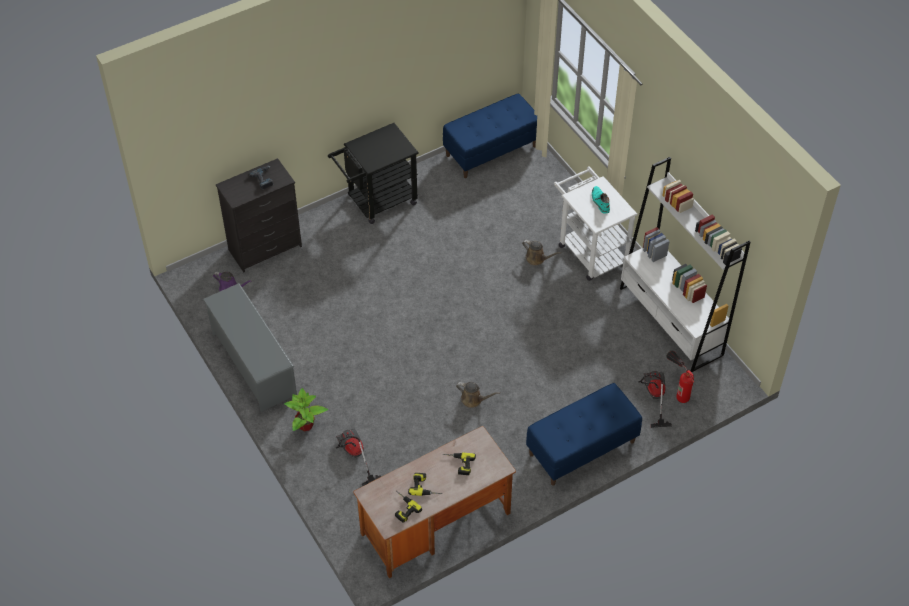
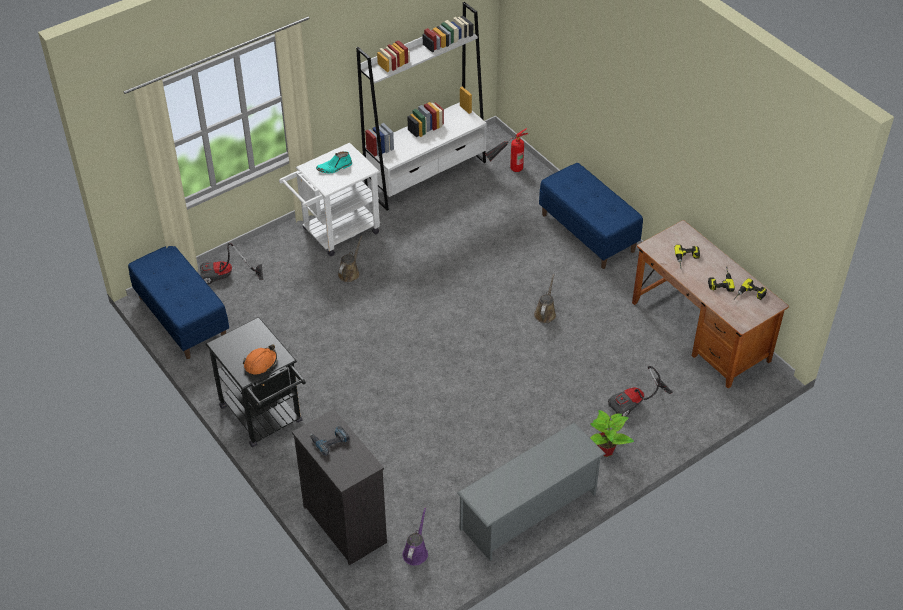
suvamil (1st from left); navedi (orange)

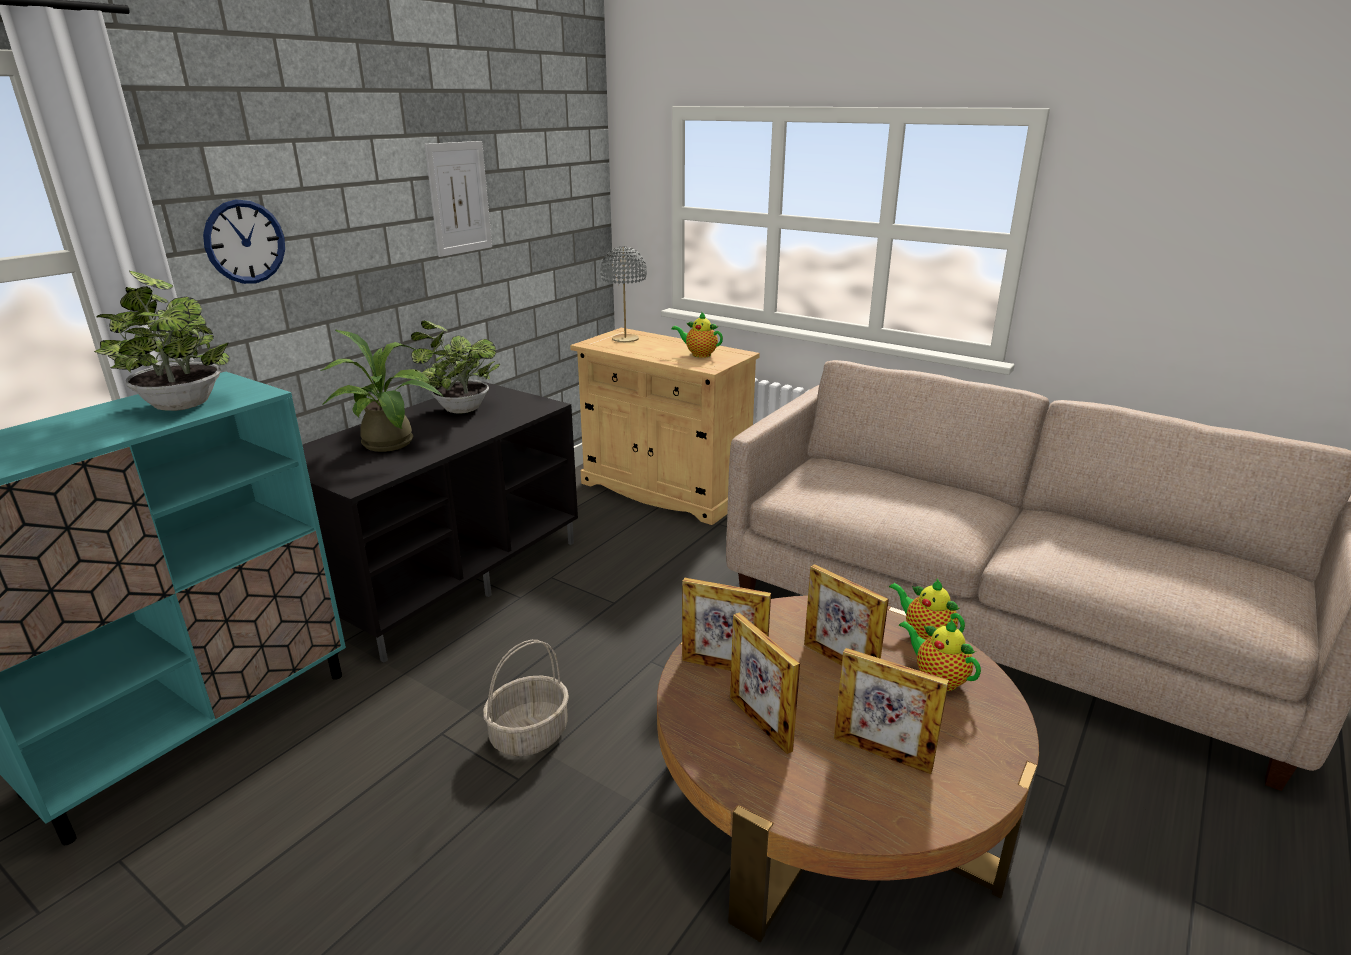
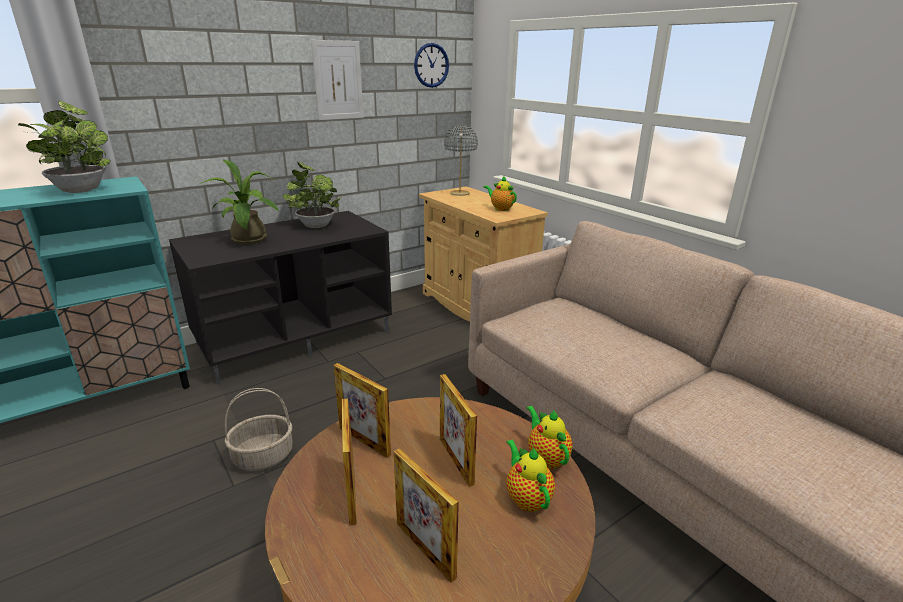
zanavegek

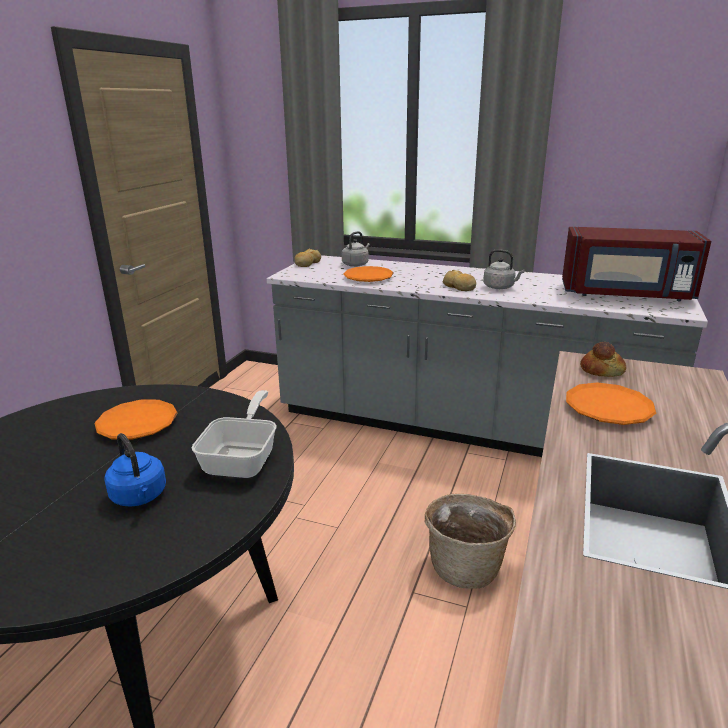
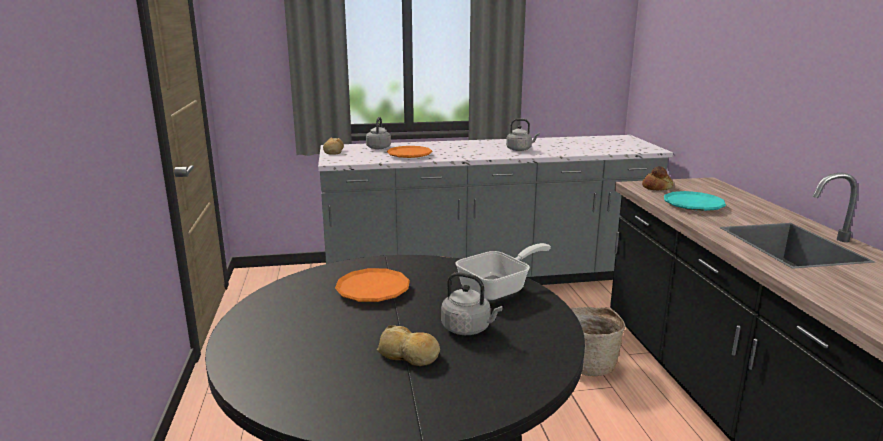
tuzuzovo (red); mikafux (2nd from left); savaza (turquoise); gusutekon; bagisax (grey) (2nd from left)

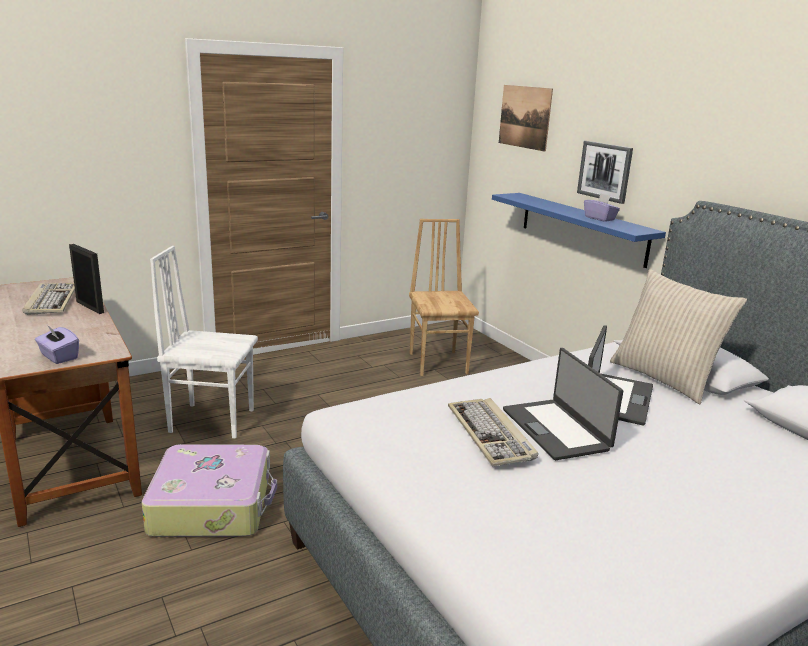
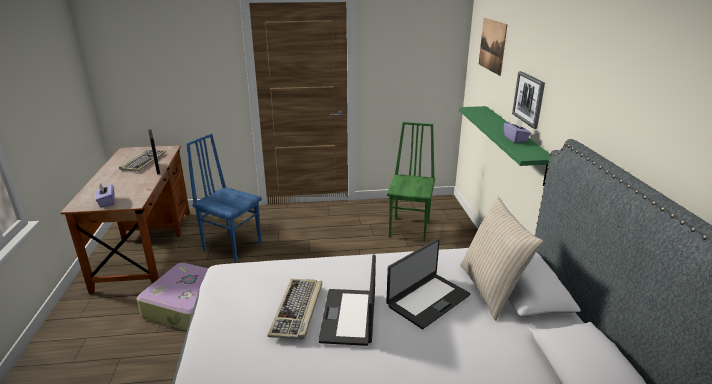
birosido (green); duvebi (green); duvebi (blue)

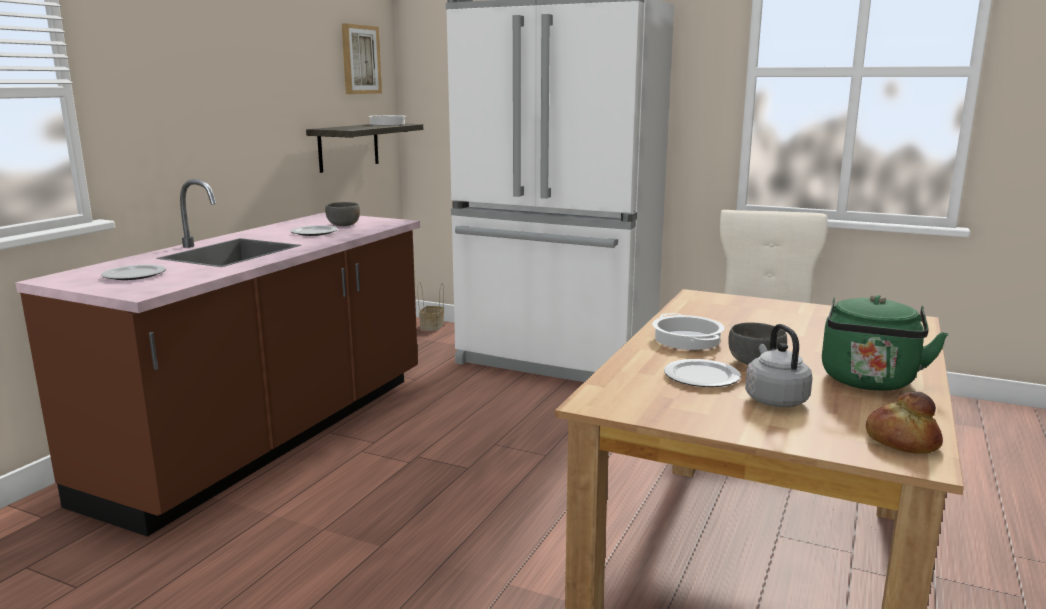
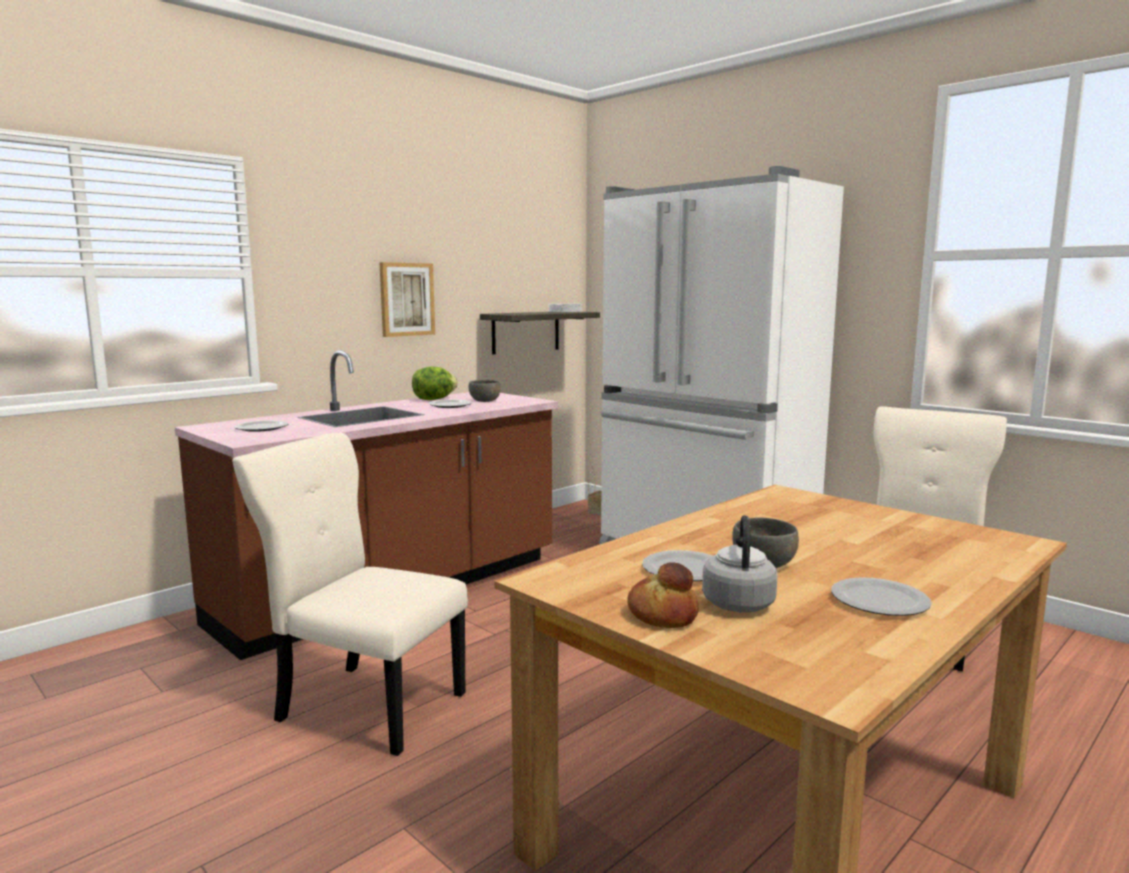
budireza; savaza (4th from left); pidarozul (2nd from left in the first image); mikafux; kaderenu; duvebi (beige) (1st from left)

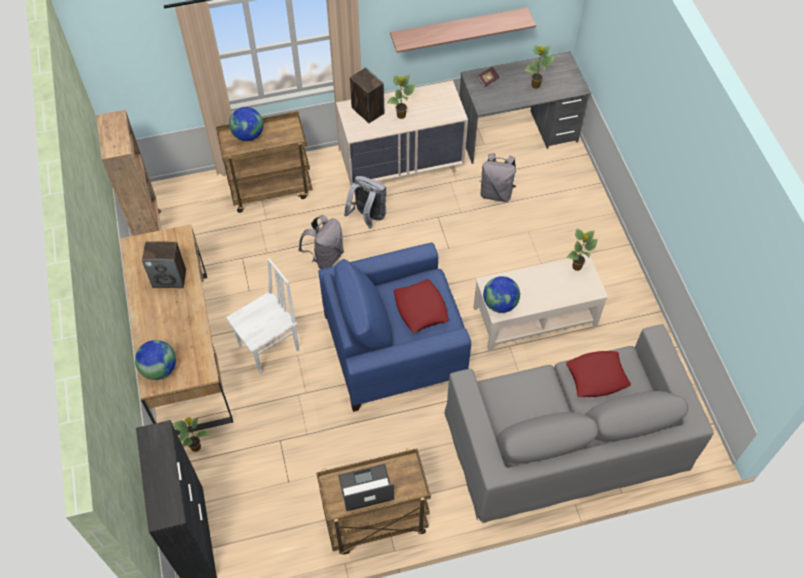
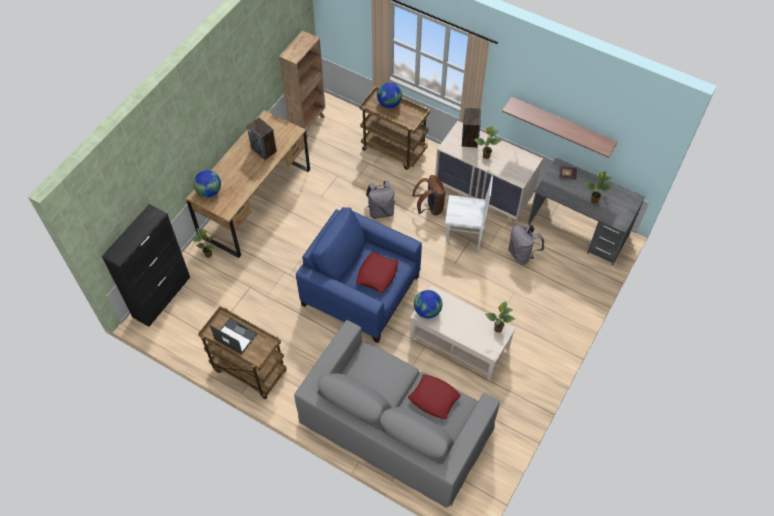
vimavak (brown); duvebi (white)

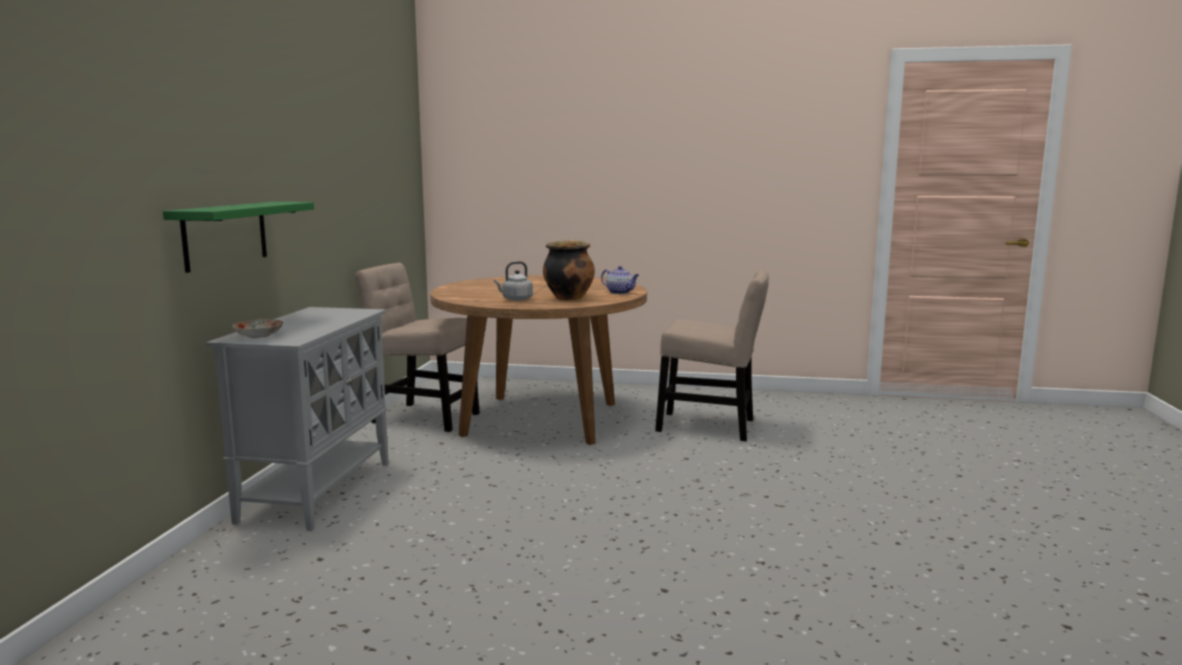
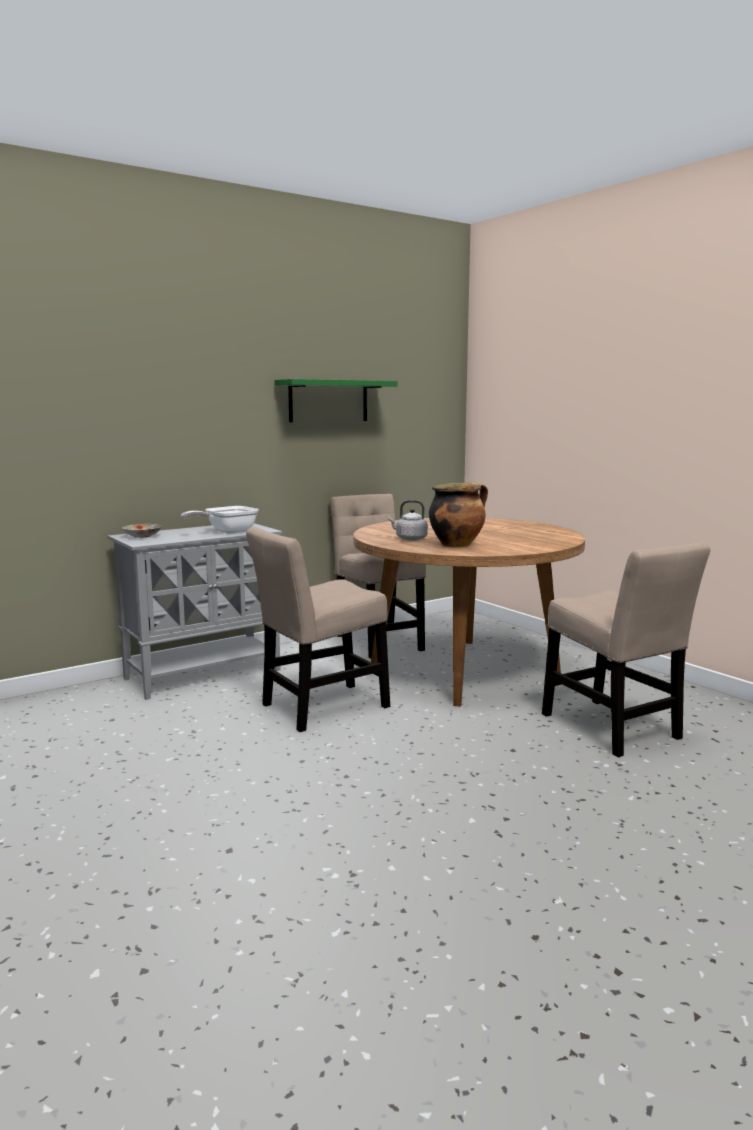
birosido (green); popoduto; gusutekon; duvebi (beige) (1st from left)

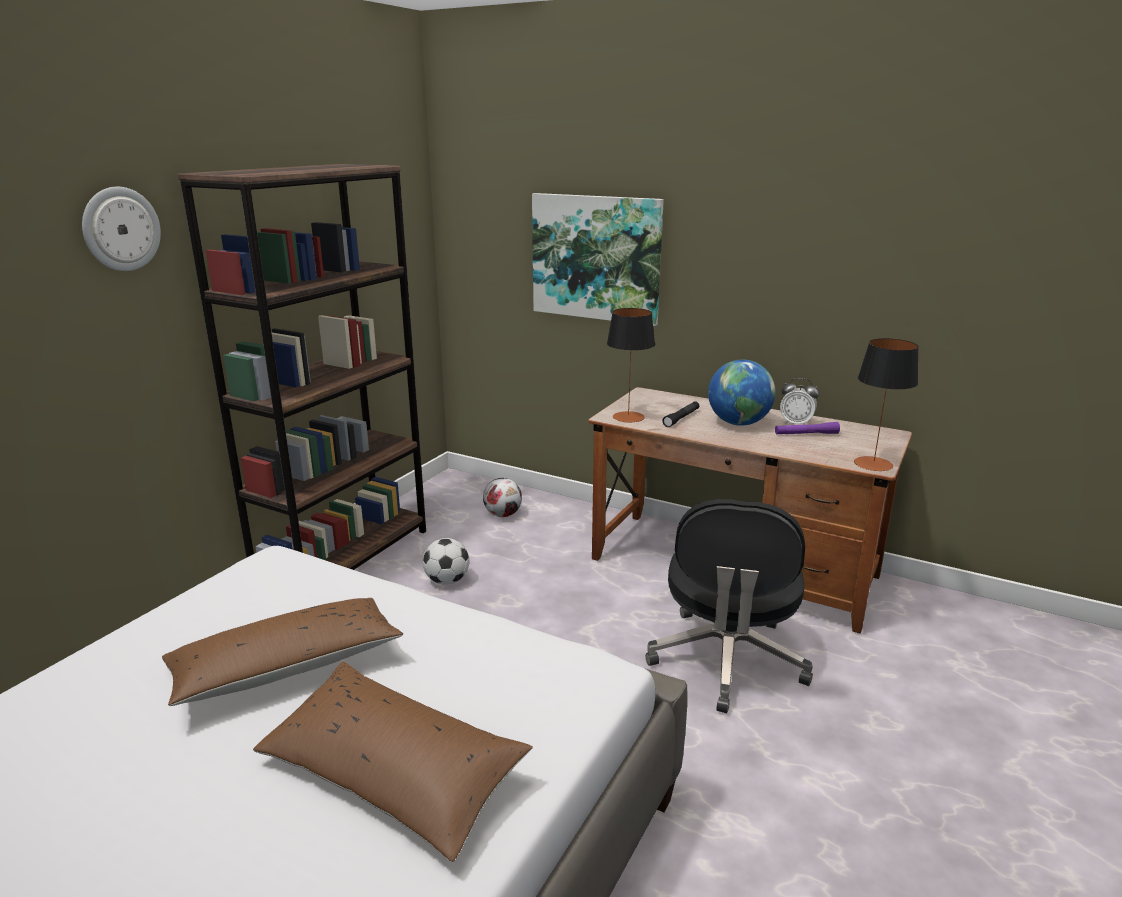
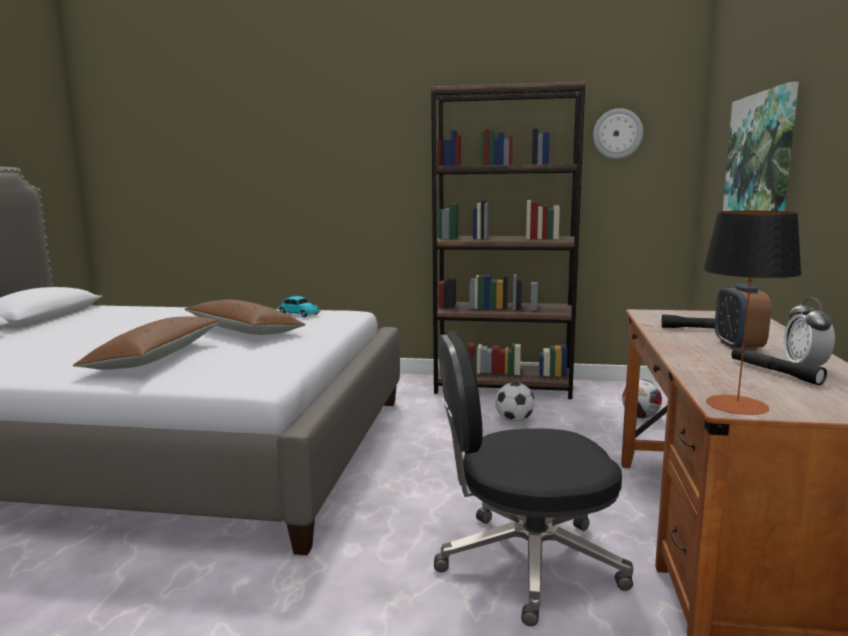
zanavegek; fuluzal (1st from left in the first image); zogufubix (1st from left); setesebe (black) (2nd from left); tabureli

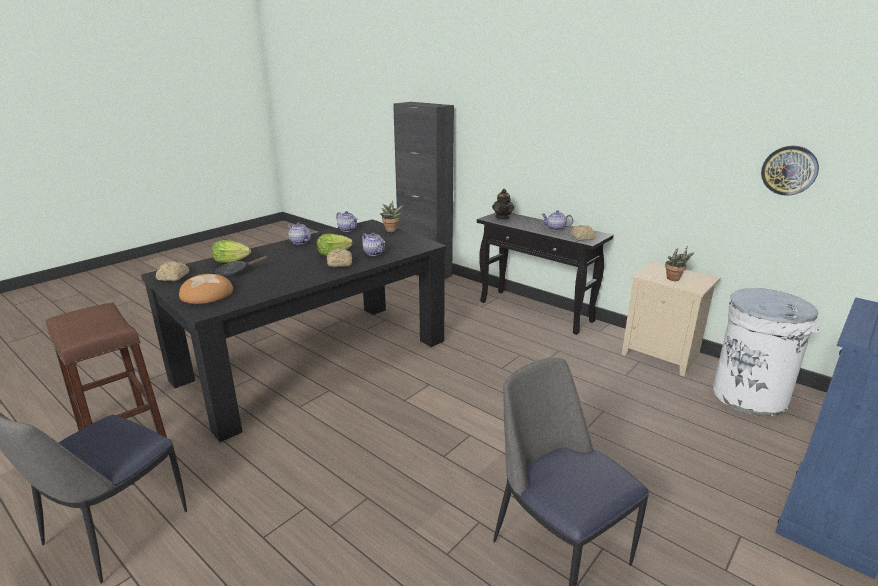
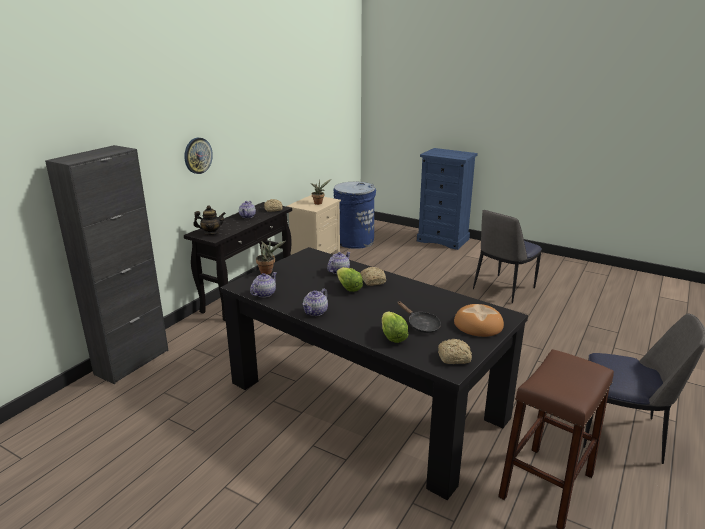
zanavegek; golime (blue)

